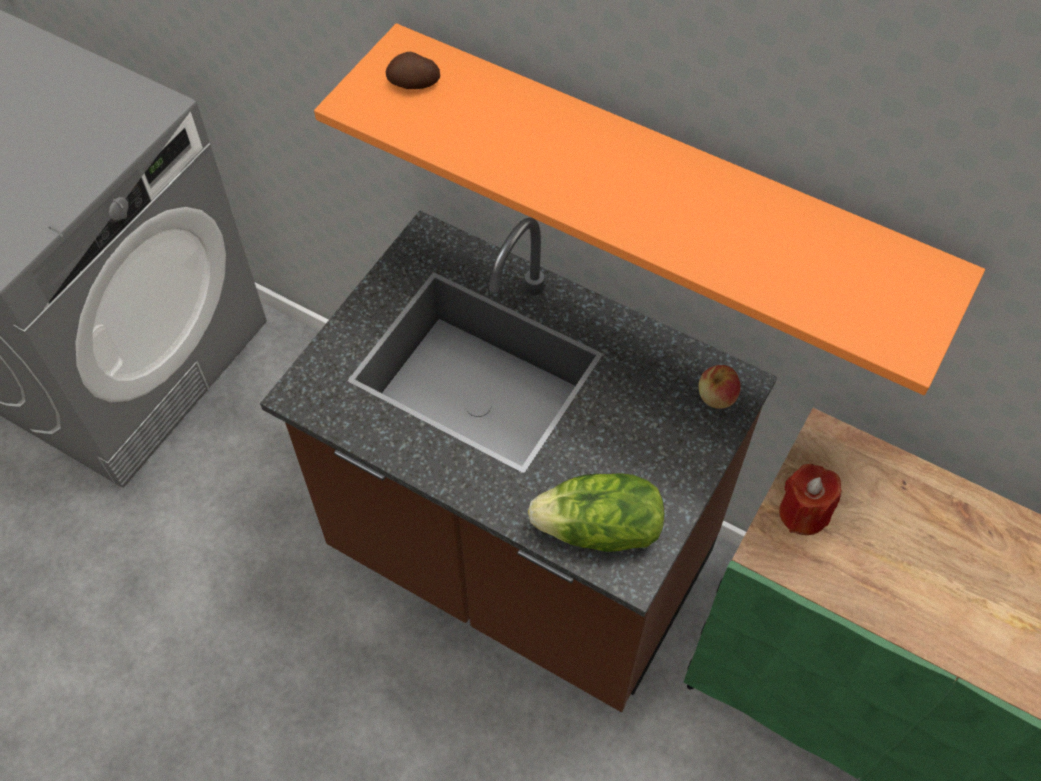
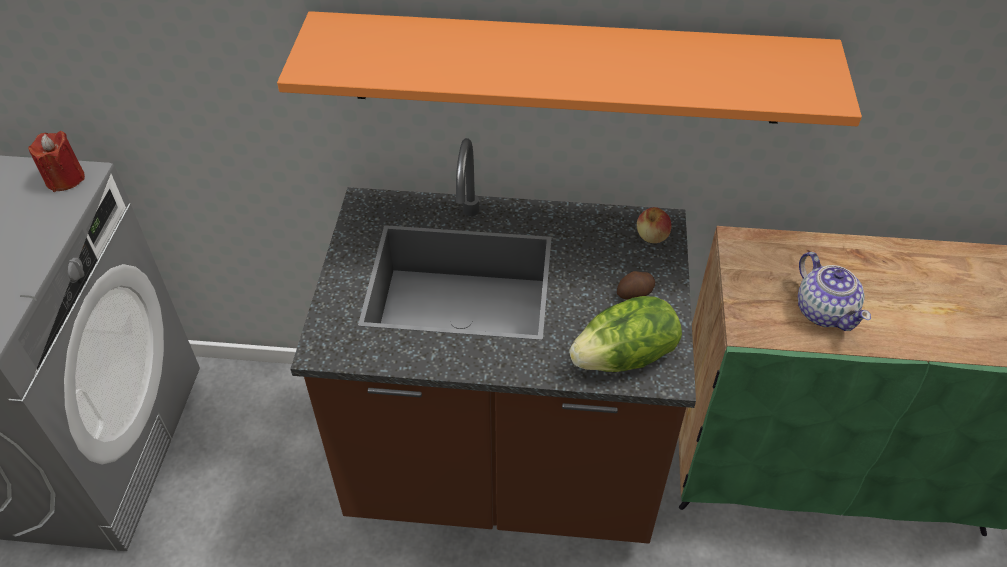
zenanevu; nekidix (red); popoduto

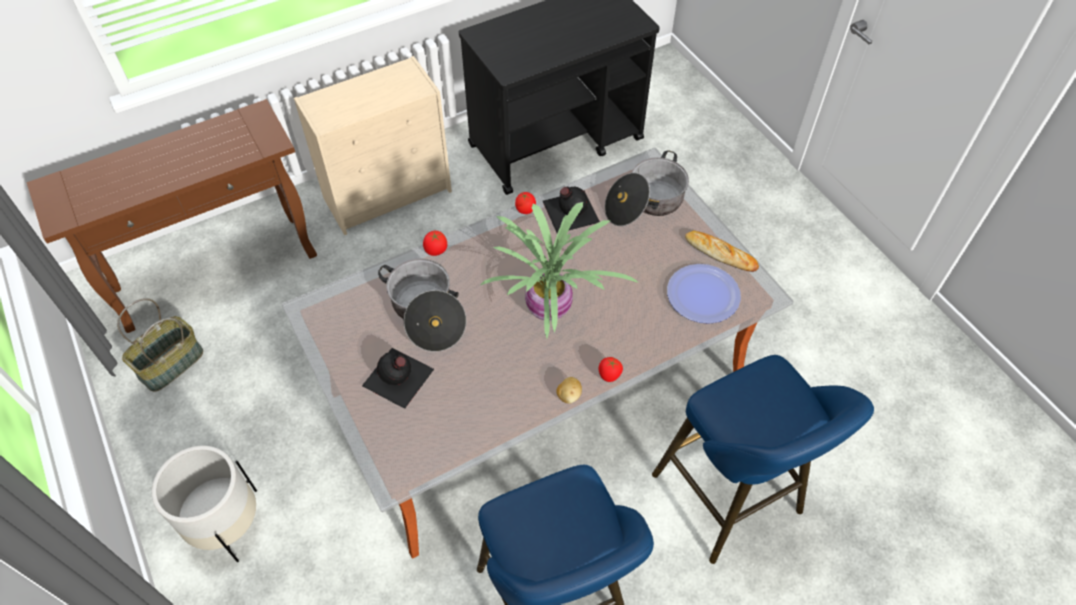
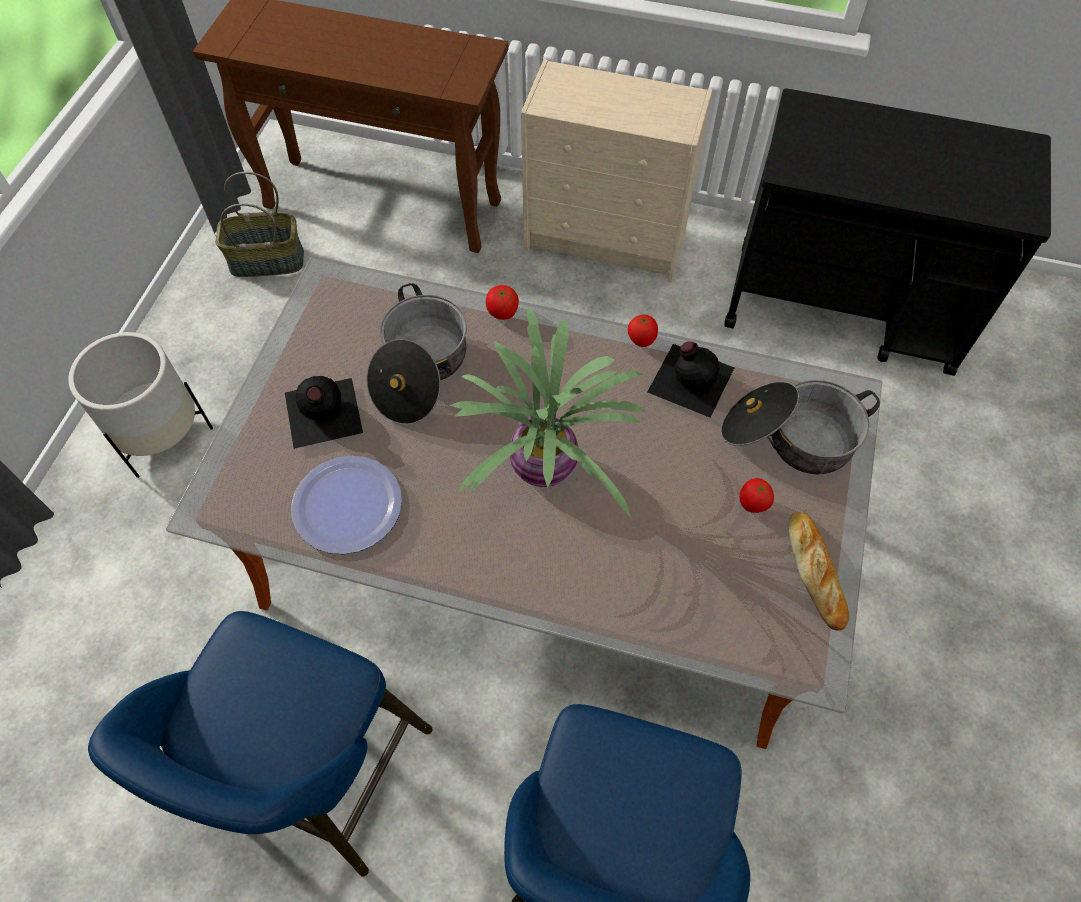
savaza; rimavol (3rd from left); zenanevu

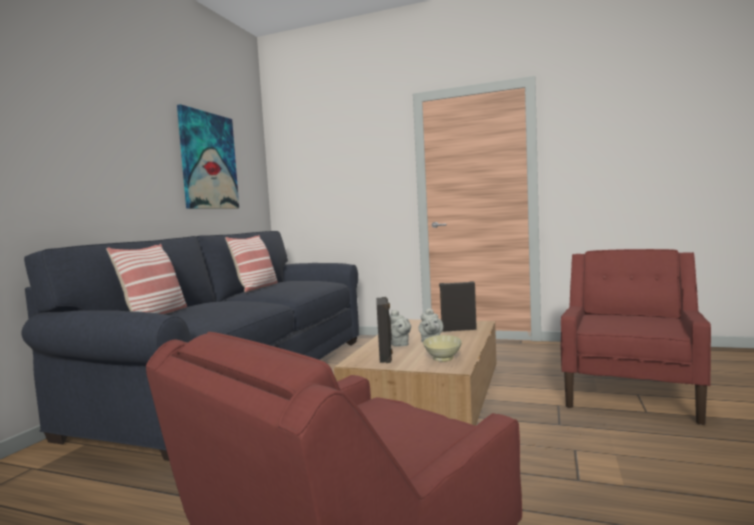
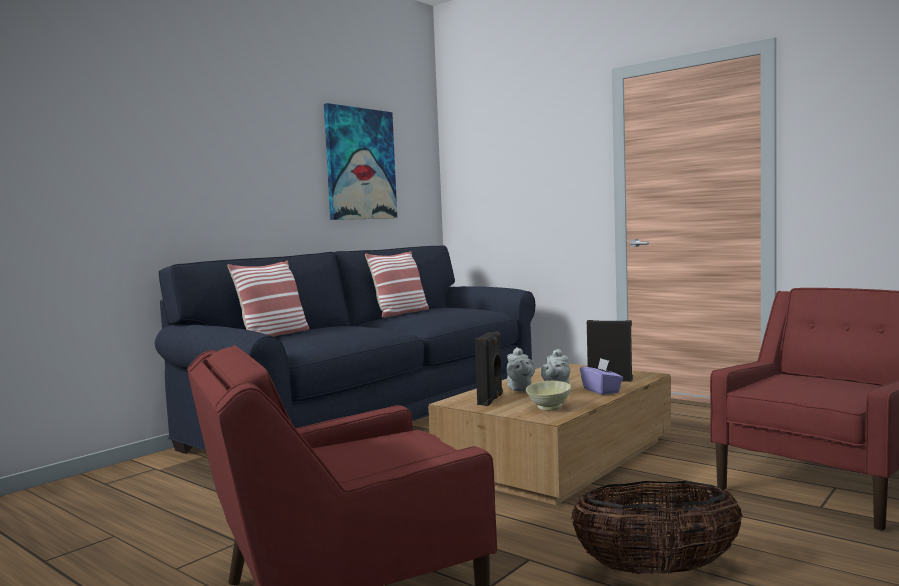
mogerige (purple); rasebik

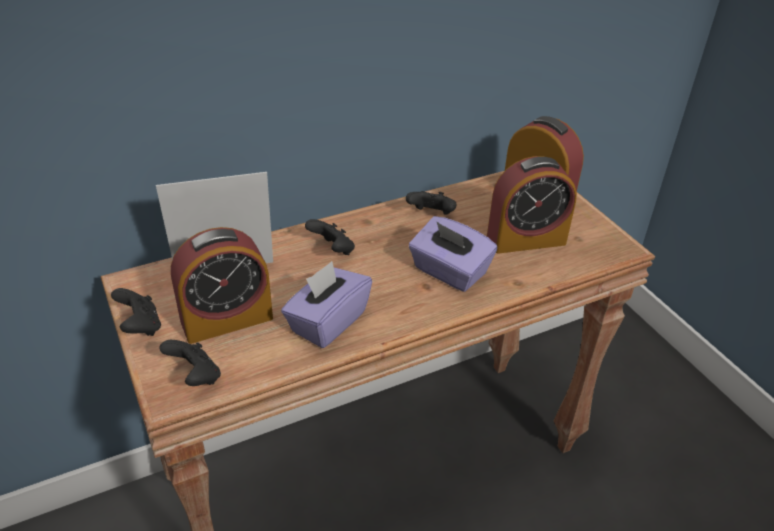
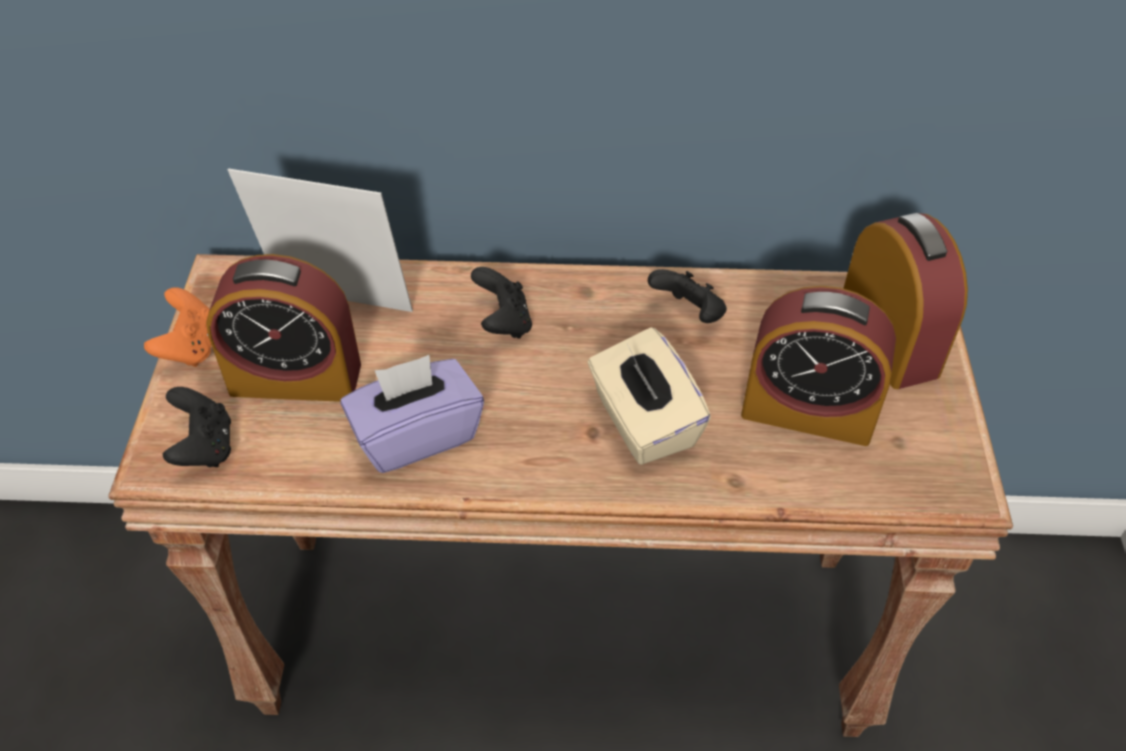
mogerige (beige); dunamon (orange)

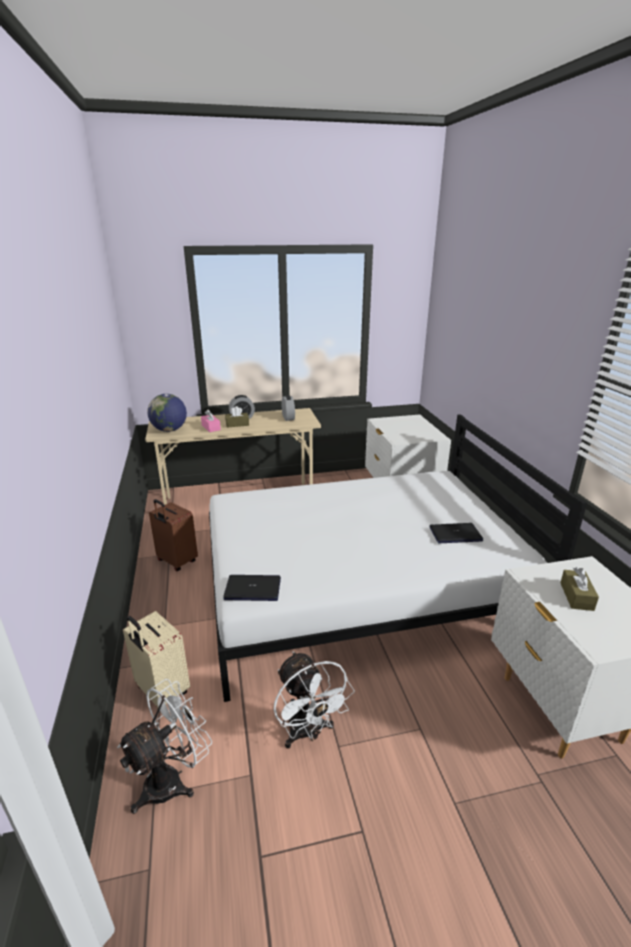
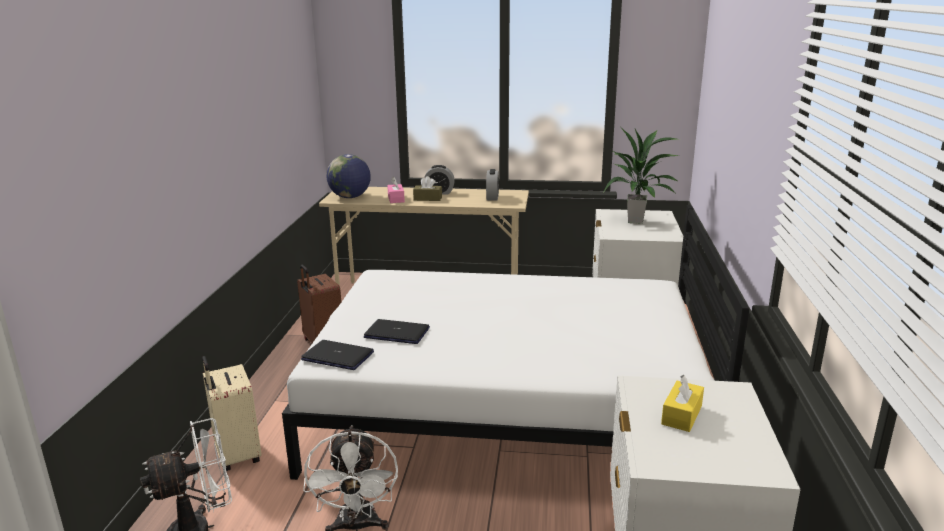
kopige (2nd from left); mogerige (yellow); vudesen

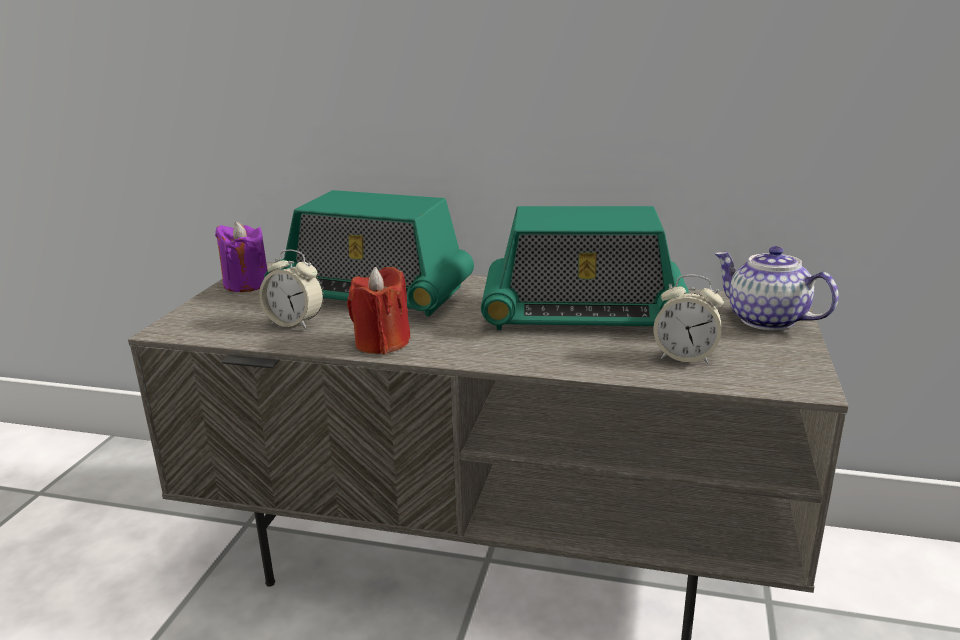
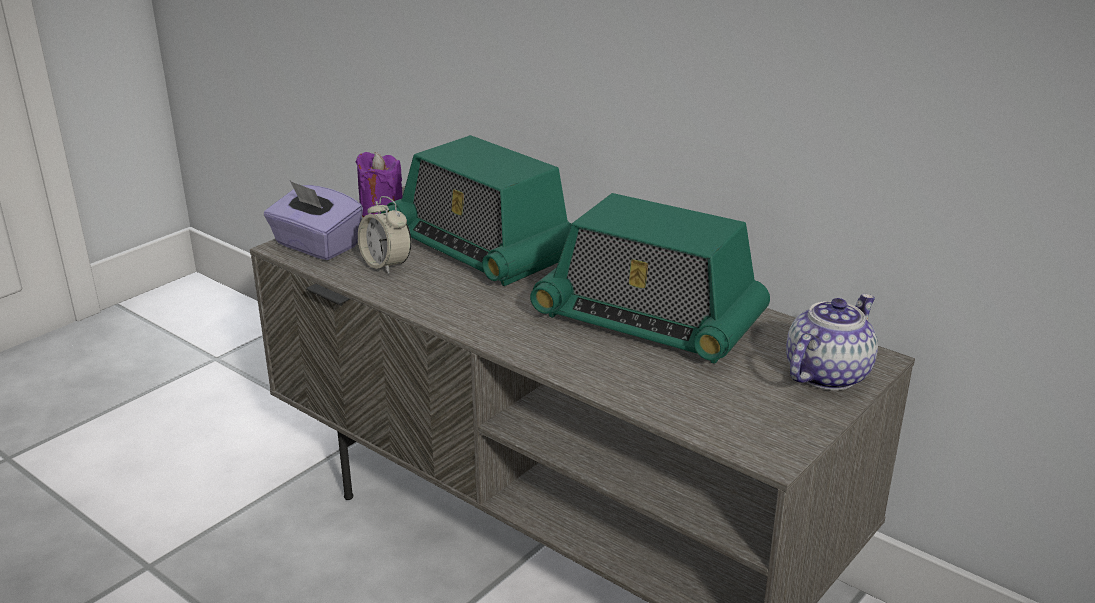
popoduto; nekidix (red); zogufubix (2nd from left in the first image); mogerige (purple)

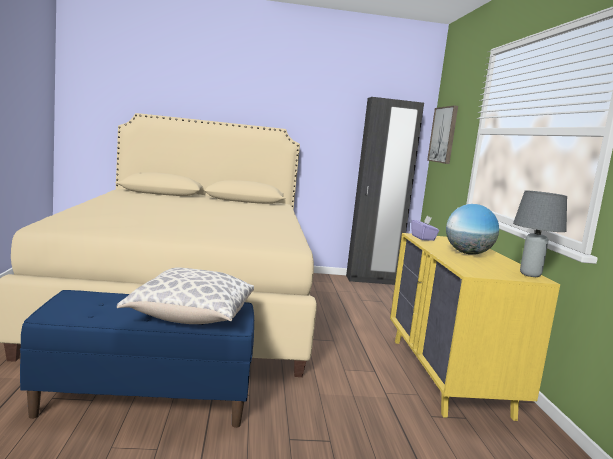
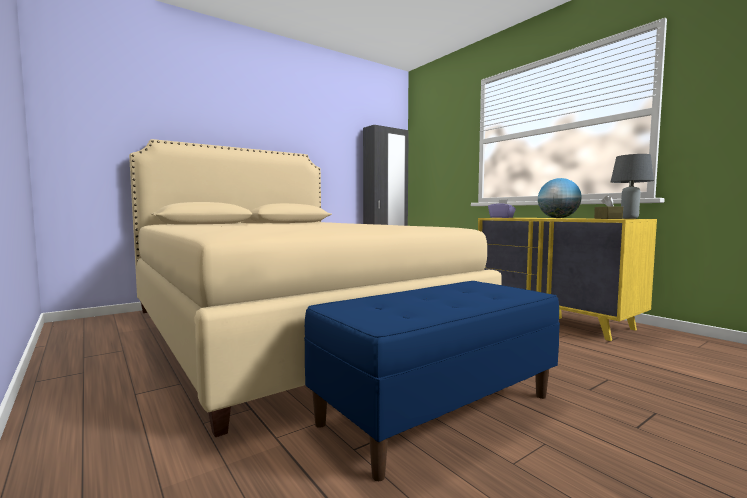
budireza; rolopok; mogerige (brown)

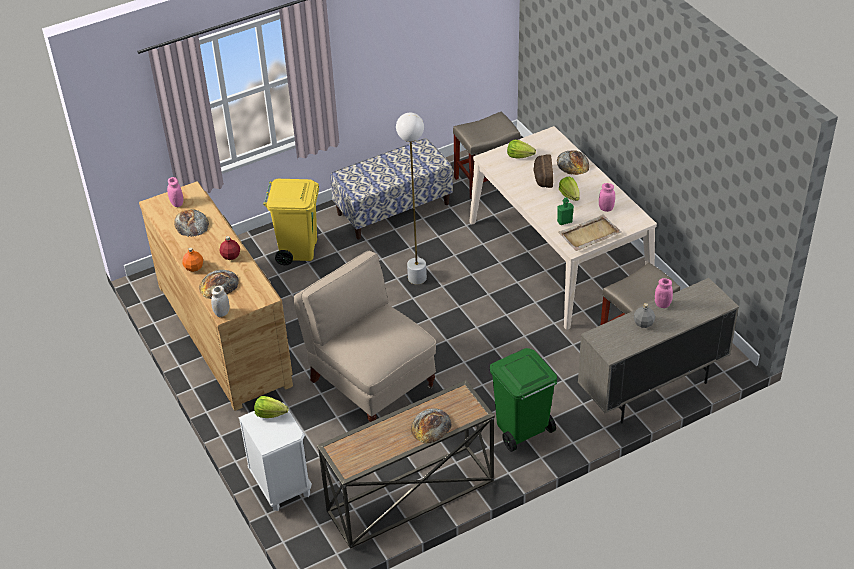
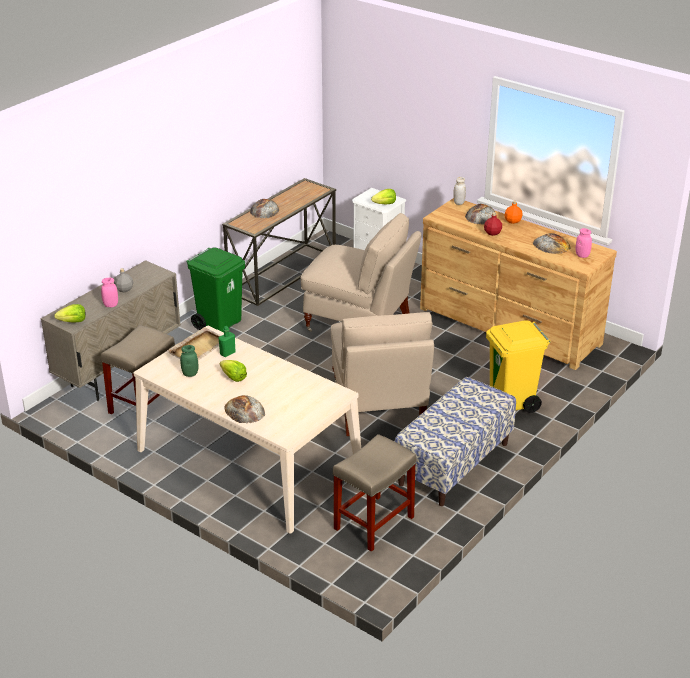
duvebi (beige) (2nd from left); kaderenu (1st from left); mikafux (4th from left in the first image); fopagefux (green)

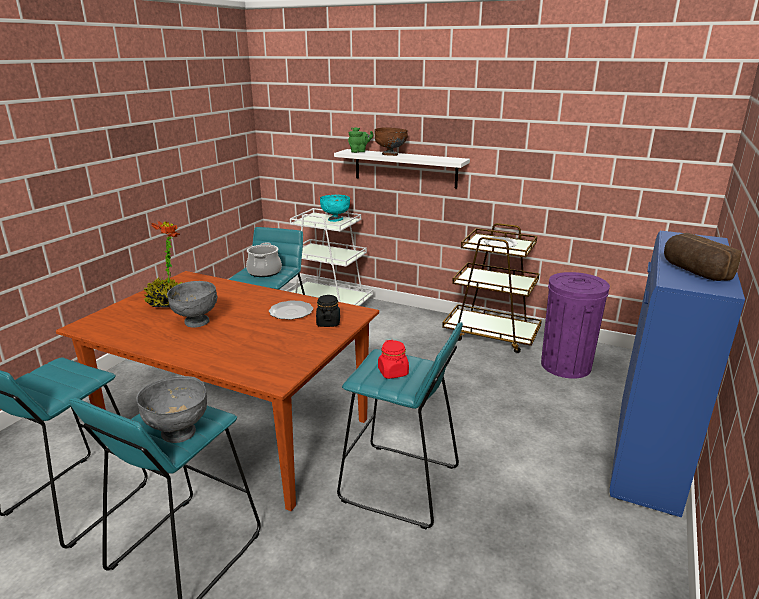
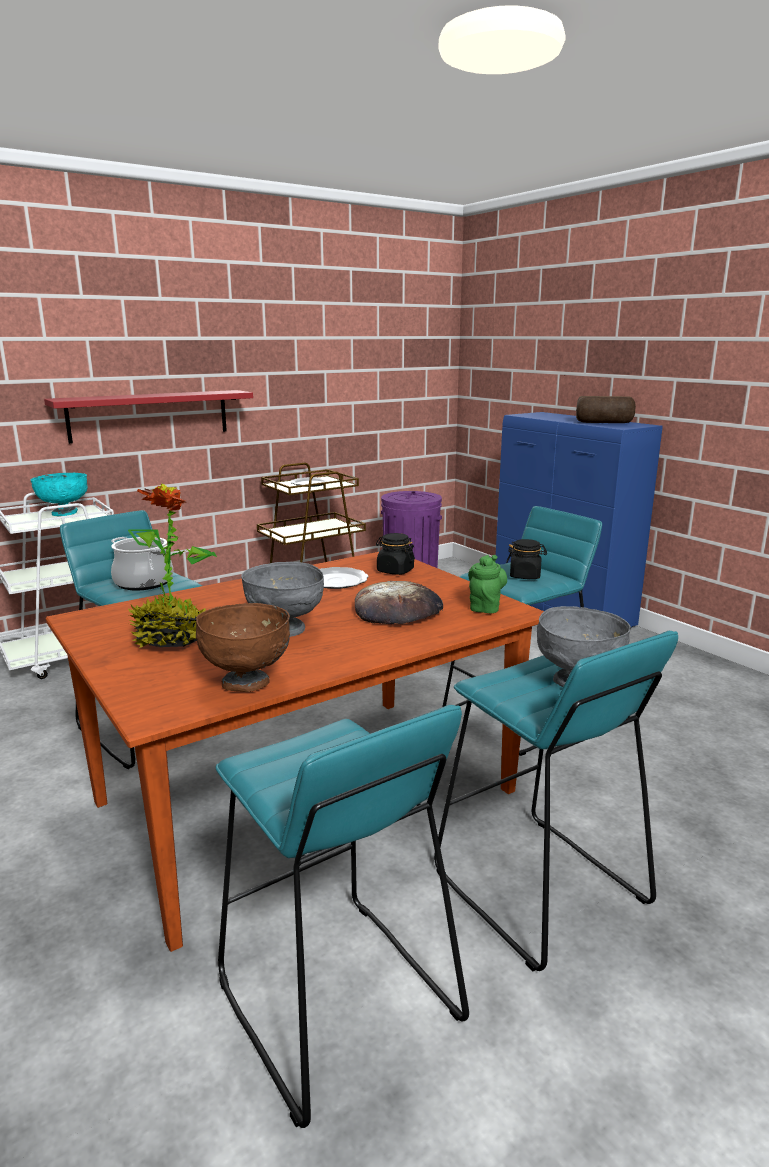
popoduto (green); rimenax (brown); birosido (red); fopagefux (black) (2nd from left); mikafux (1st from left)

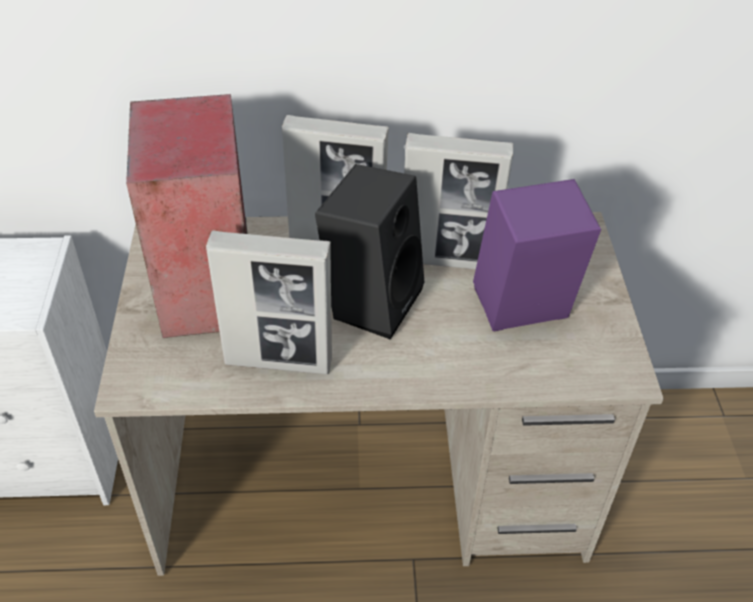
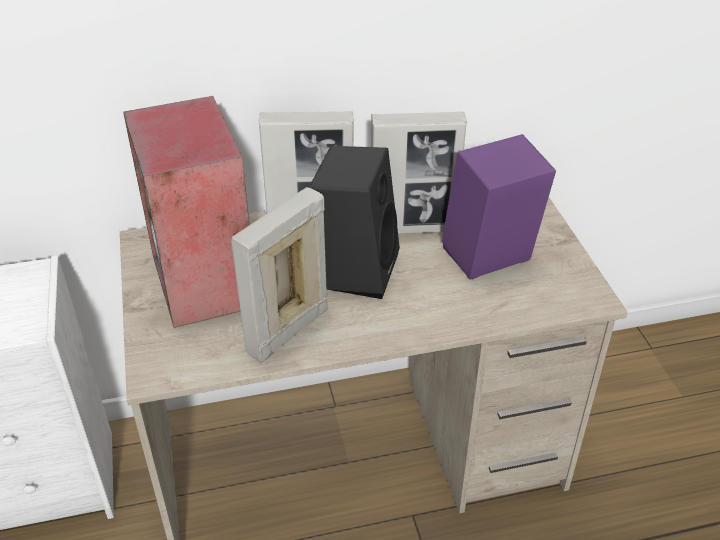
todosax (1st from left)

